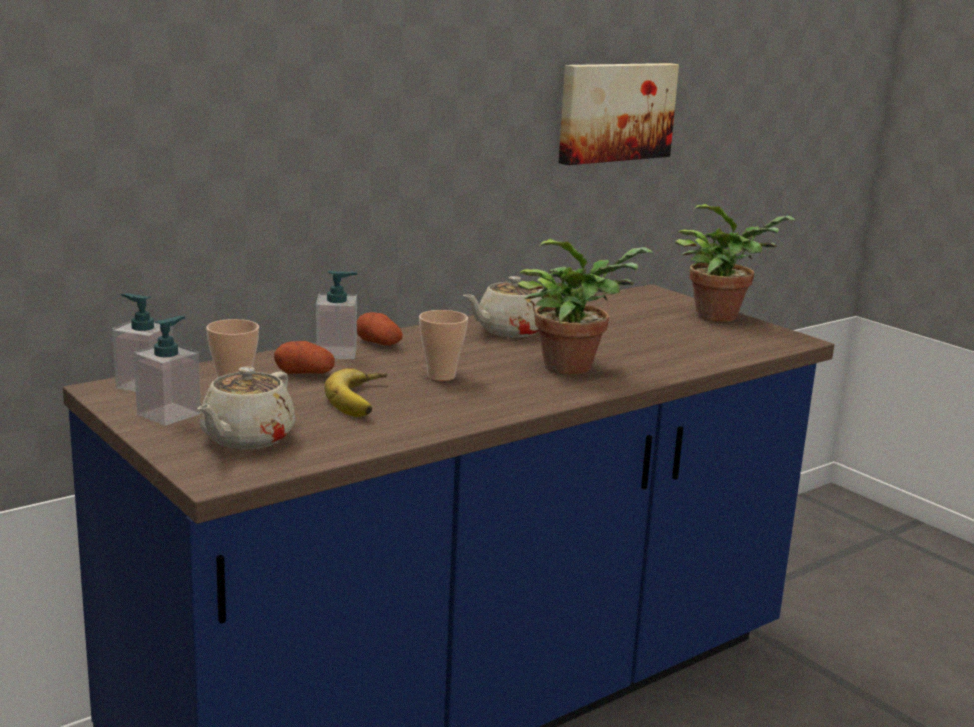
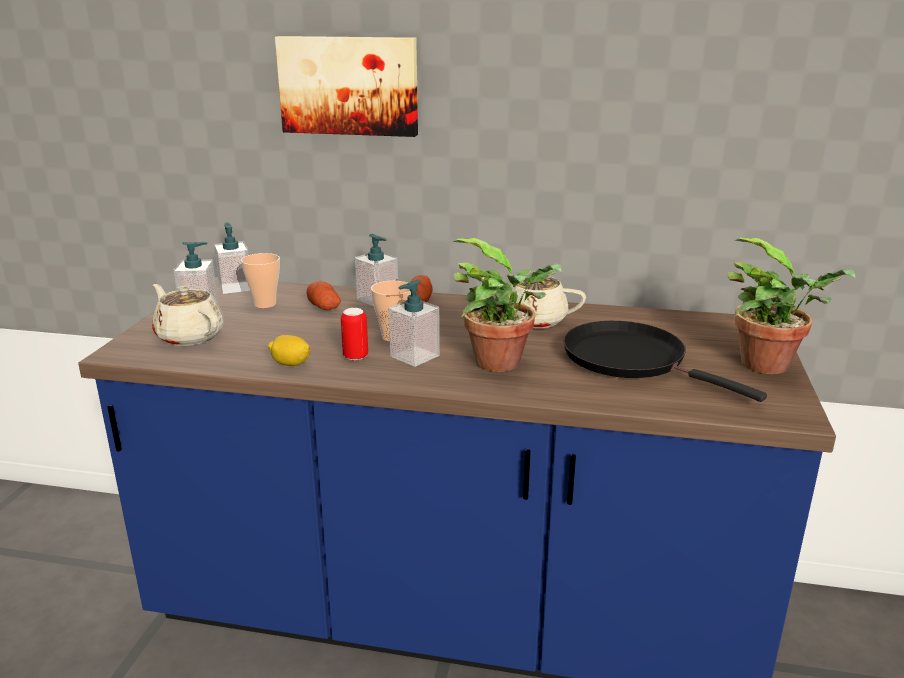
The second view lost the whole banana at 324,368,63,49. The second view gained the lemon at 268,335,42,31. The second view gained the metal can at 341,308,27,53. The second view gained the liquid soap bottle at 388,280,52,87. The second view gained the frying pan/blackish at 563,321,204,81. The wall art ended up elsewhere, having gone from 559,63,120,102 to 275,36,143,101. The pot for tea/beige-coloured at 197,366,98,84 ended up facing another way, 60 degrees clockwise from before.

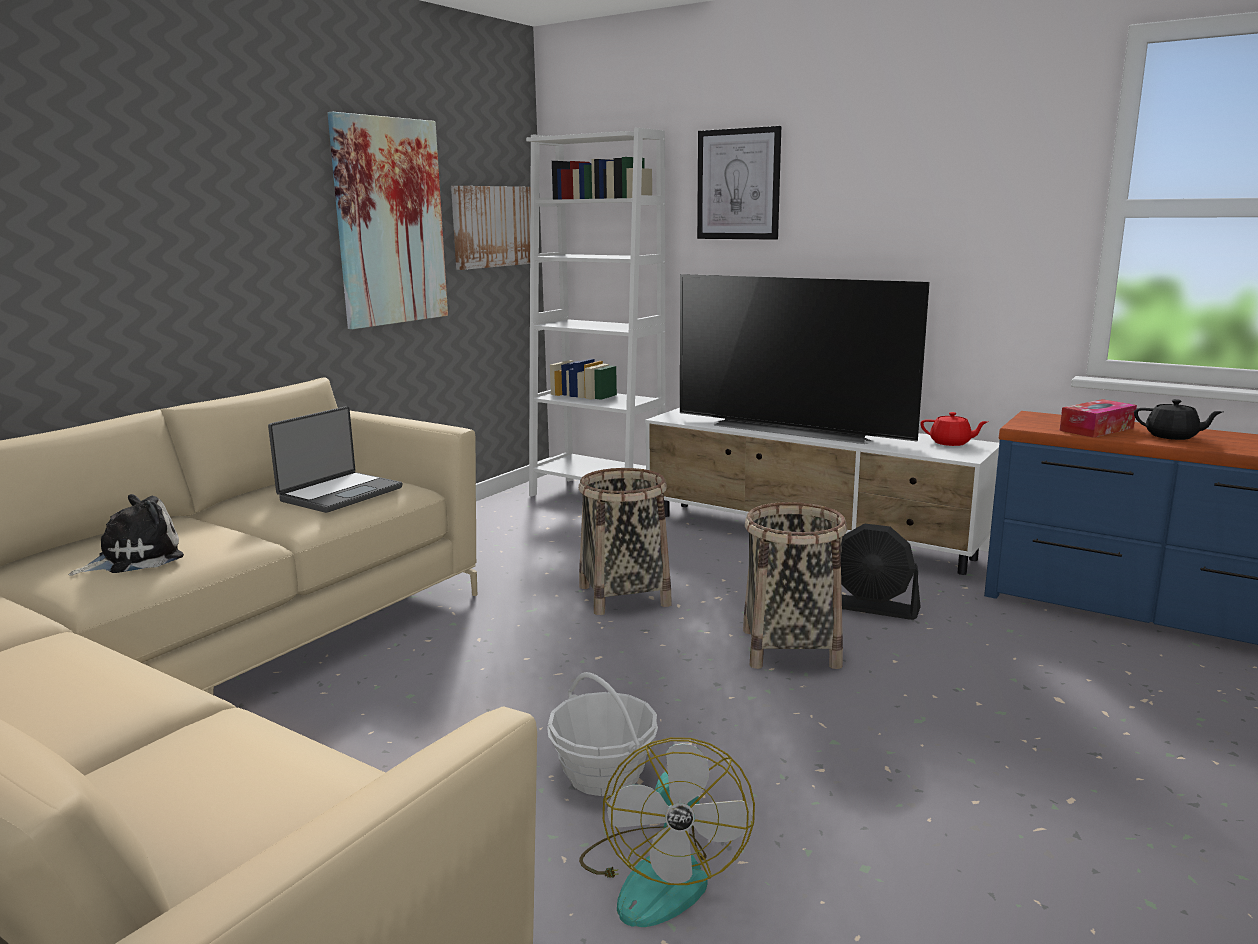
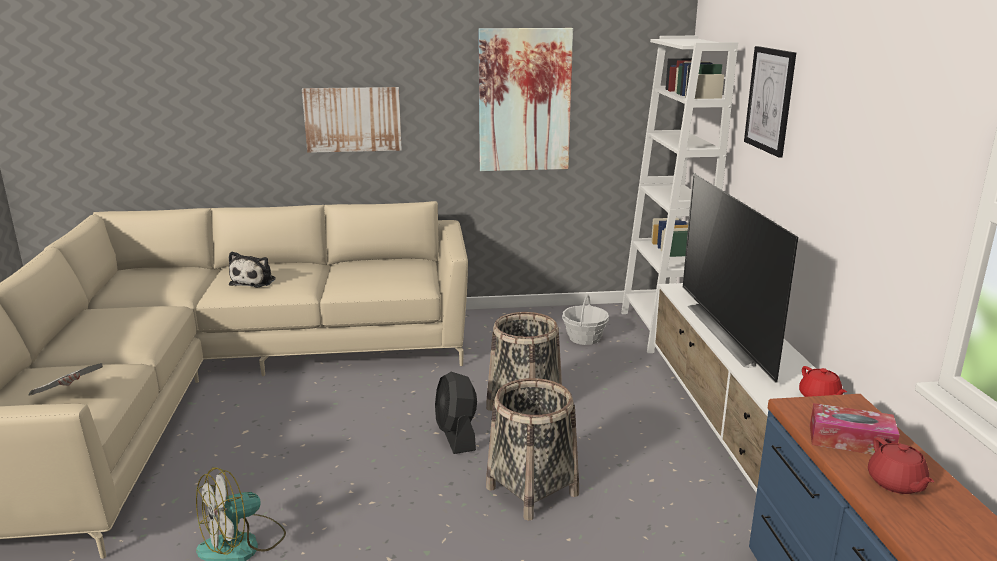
The second view lost the laptop at 268,406,134,107. The second view gained the printed paper at 28,363,75,33. The wall art ended up elsewhere, having gone from 451,186,80,84 to 302,87,100,66. The basket ended up elsewhere, having gone from 547,672,111,124 to 562,294,47,51. The electric fan/blackish ended up elsewhere, having gone from 841,523,80,97 to 435,372,42,82. What was the pot for tea/blackish at 1134,399,89,41 turned into the pot for tea/reddish at 868,437,66,57. The cuddly toy at 68,494,116,82 ended up facing another way, 90 degrees clockwise from before.

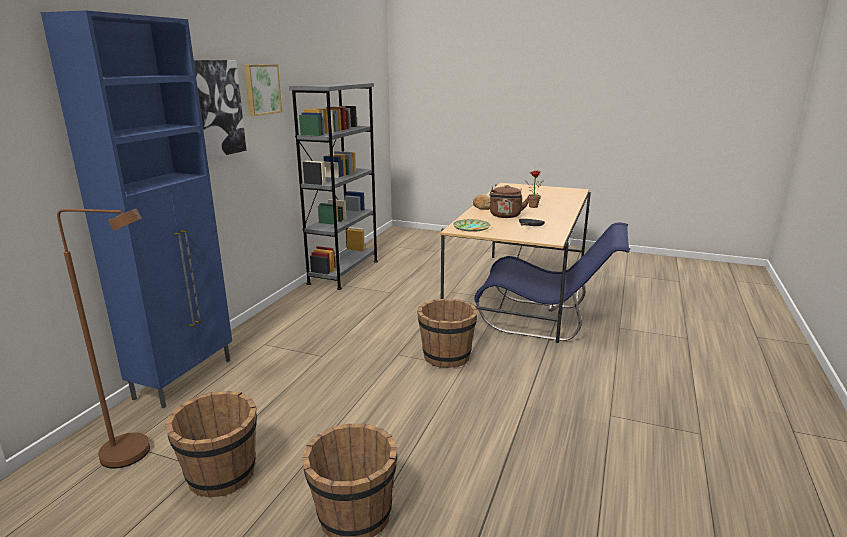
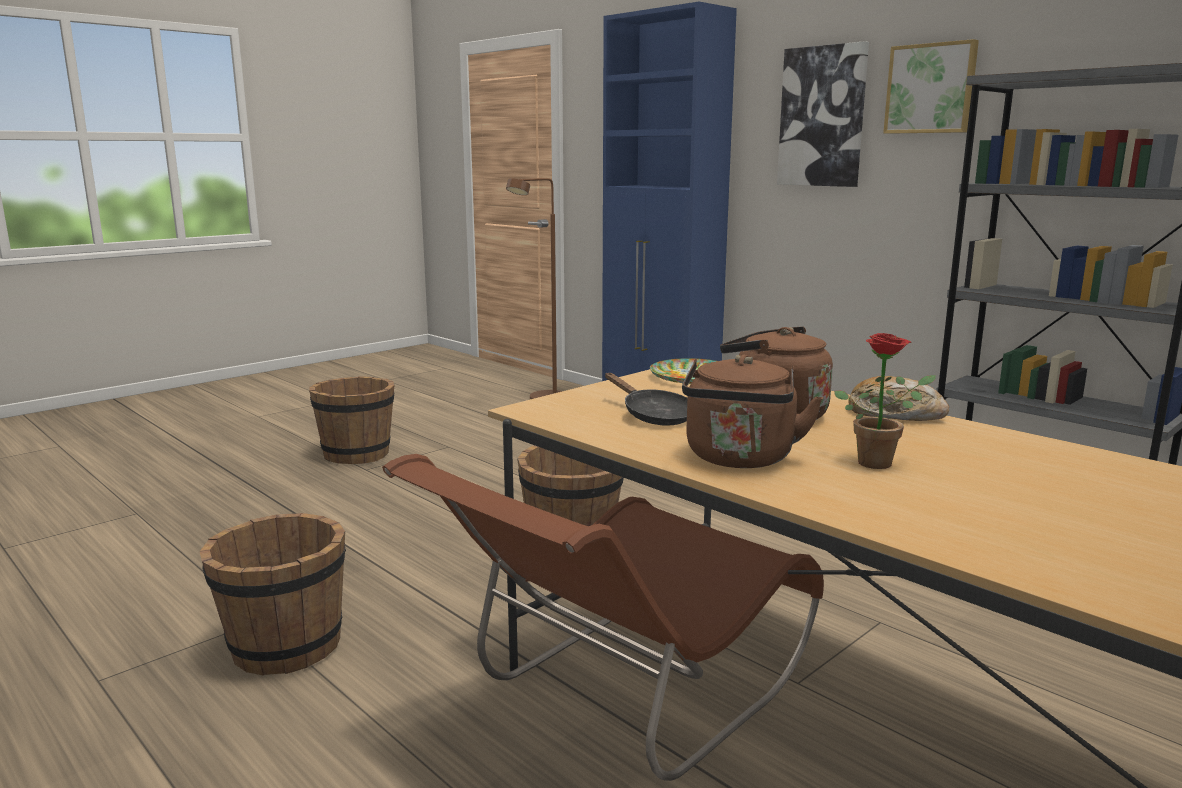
The second view gained the water kettle/brown at 682,355,141,113. The water bucket/brown ended up elsewhere, having gone from 165,391,92,106 to 200,513,146,163. What was the plain chair/bluish at 475,222,155,119 turned into the plain chair/brown at 382,454,442,327.

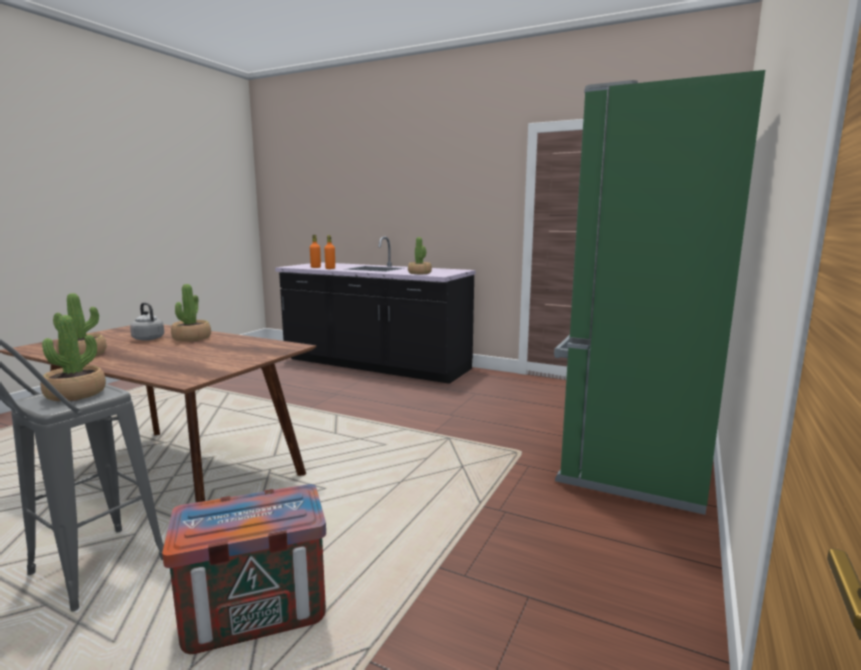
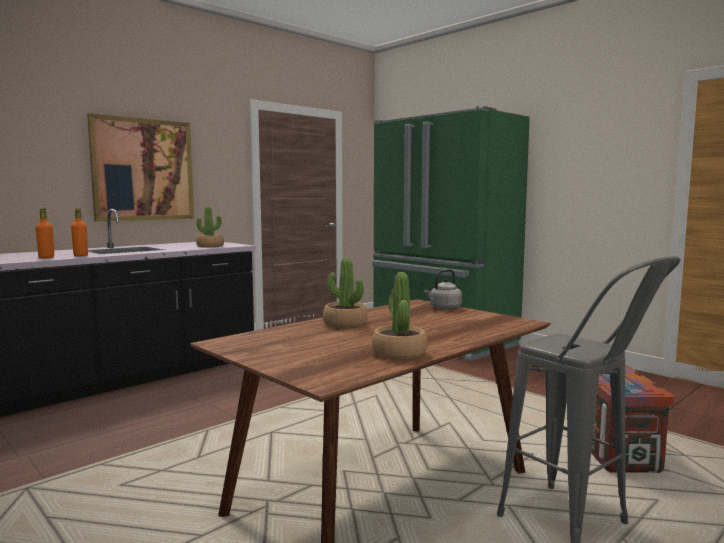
The second view lost the potted plant at 41,315,65,86. The second view gained the wall art at 87,113,107,109. The water kettle/gray ended up elsewhere, having gone from 130,303,34,38 to 424,269,38,41.

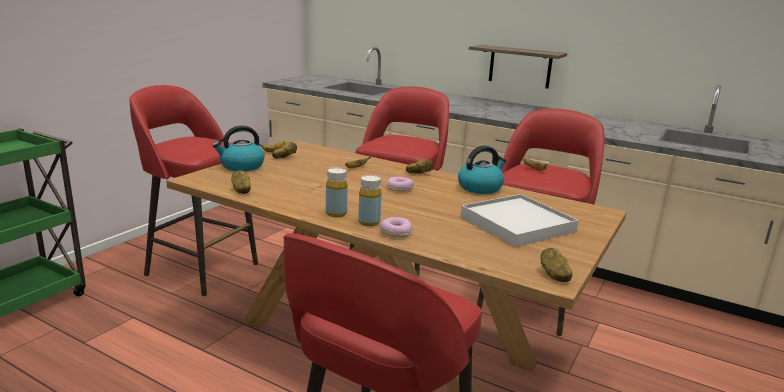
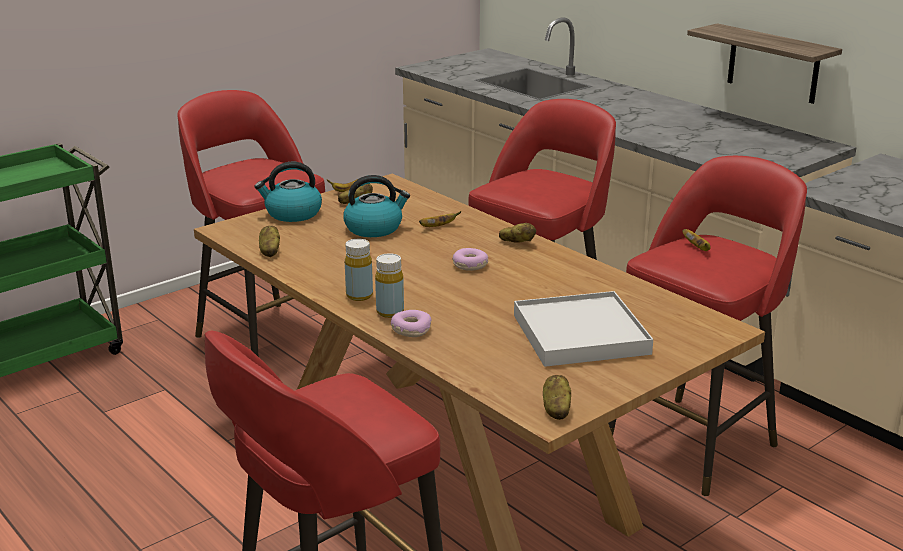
The water kettle ended up elsewhere, having gone from 458,146,48,48 to 343,175,67,62.

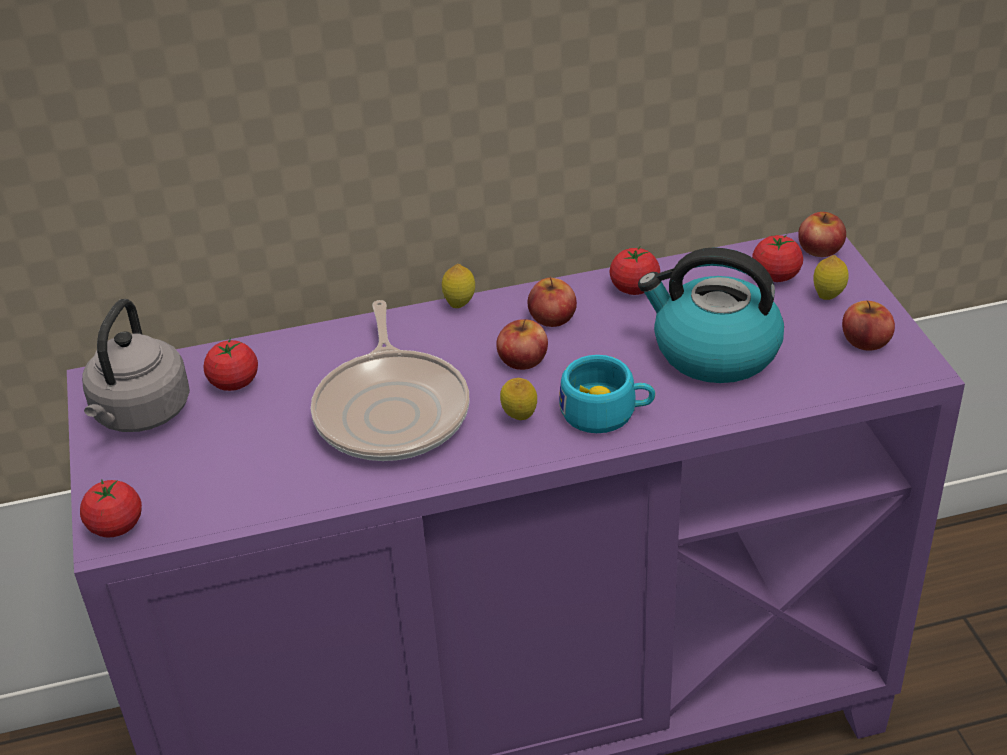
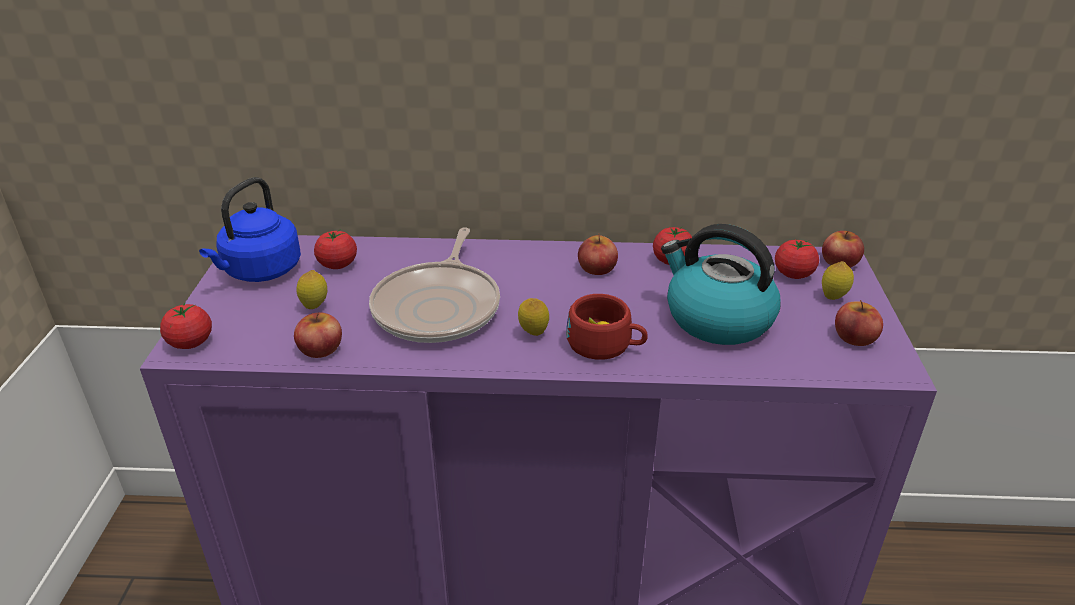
The lemon ended up elsewhere, having gone from 442,264,33,44 to 297,270,30,39. The apple fruit ended up elsewhere, having gone from 496,319,52,51 to 294,312,48,46. What was the water kettle/gray at 82,299,108,133 turned into the water kettle/bluish at 199,177,102,105. What was the drinking cup/turquoise-coloured at 559,355,96,78 turned into the drinking cup/reddish at 566,294,82,66.

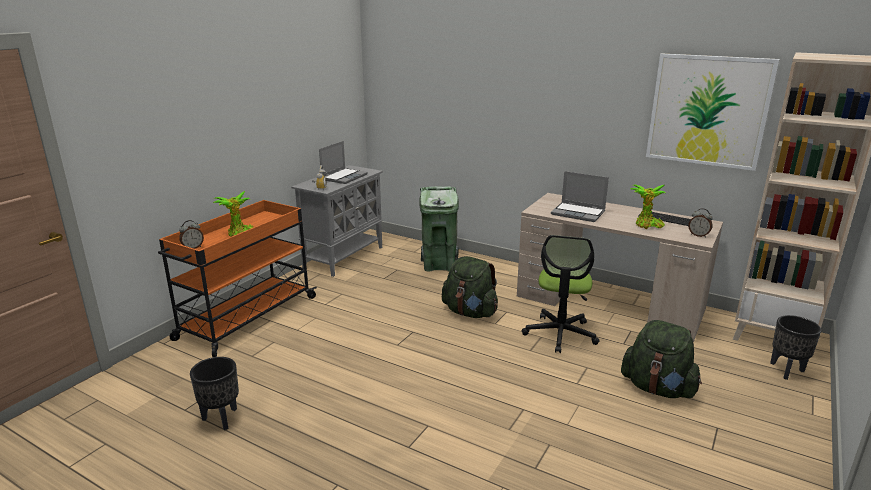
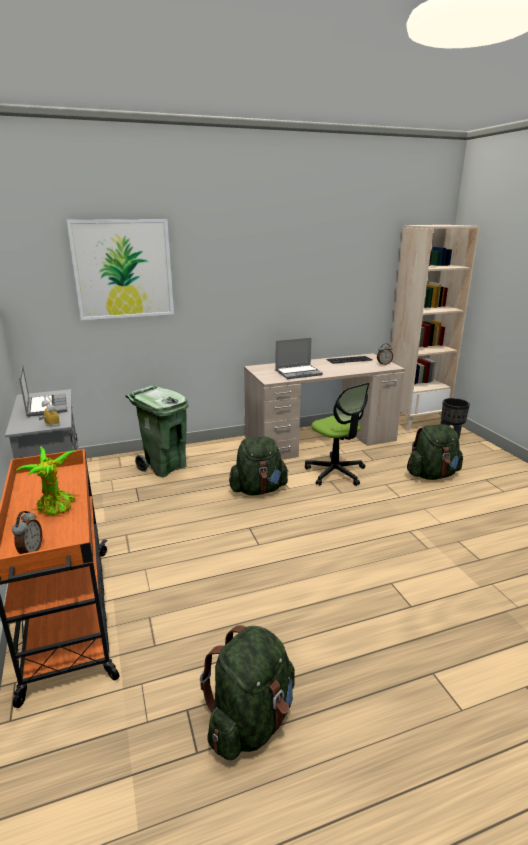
The second view lost the potted plant at 631,185,35,44. The wall art ended up elsewhere, having gone from 646,53,134,118 to 67,219,107,101. Where the planter/blackish stood at 190,357,49,73, the backpack/greenish came to stand at 200,625,95,135.

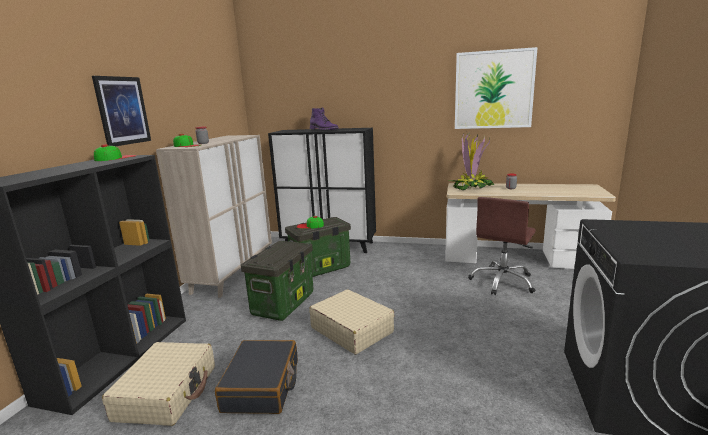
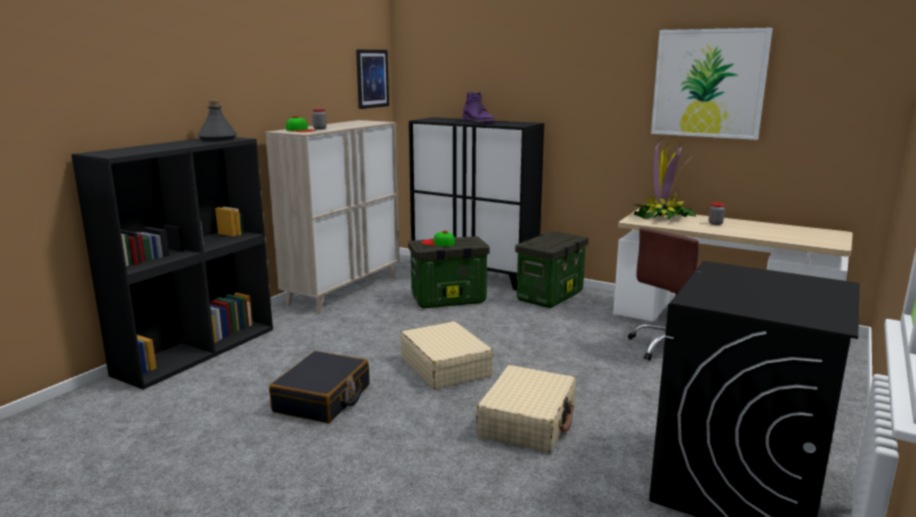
The wall art ended up elsewhere, having gone from 92,76,59,70 to 356,50,33,59. The travel case/beige-coloured ended up elsewhere, having gone from 102,342,113,84 to 476,365,100,88. The storage box ended up elsewhere, having gone from 241,241,72,80 to 515,231,74,77. Where the cap stood at 94,144,43,17, the drink bottle/gray came to stand at 197,100,40,41.

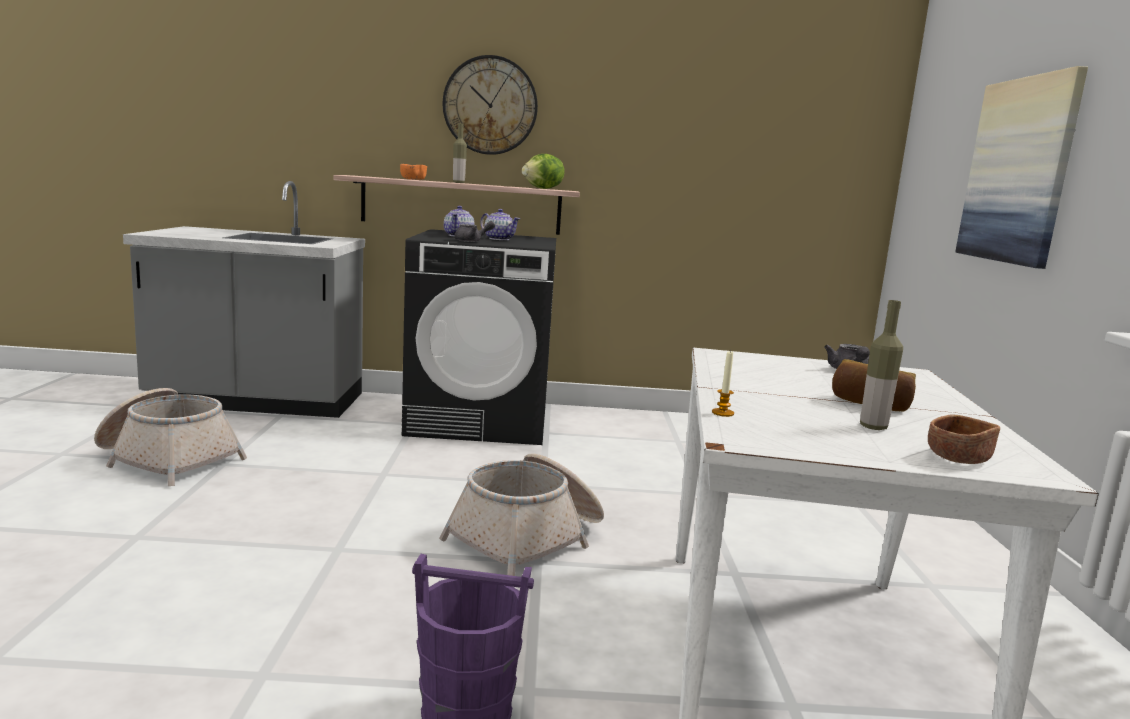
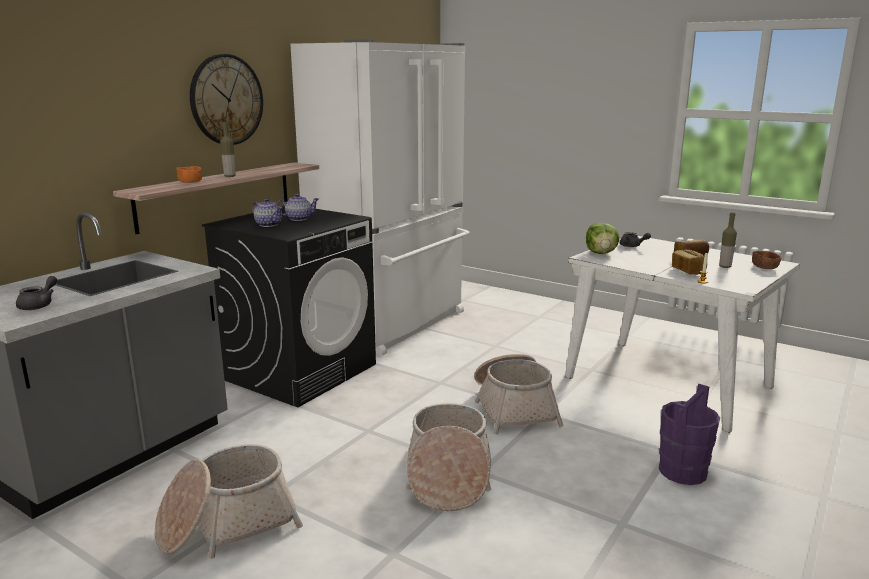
The second view lost the wall art at 955,66,133,203. The second view gained the fridge/white-coloured at 290,39,180,317. The second view gained the basket at 406,403,85,108. The second view gained the bakery bread at 672,250,35,25. The pot for tea/gray ended up elsewhere, having gone from 454,221,41,21 to 16,276,41,34. The lettuce head ended up elsewhere, having gone from 522,154,43,35 to 586,223,34,31.

